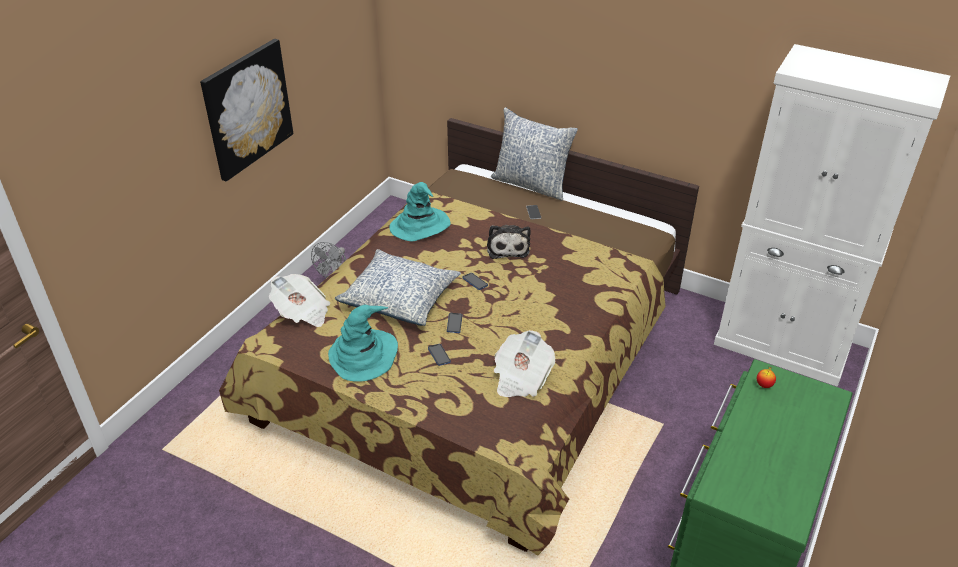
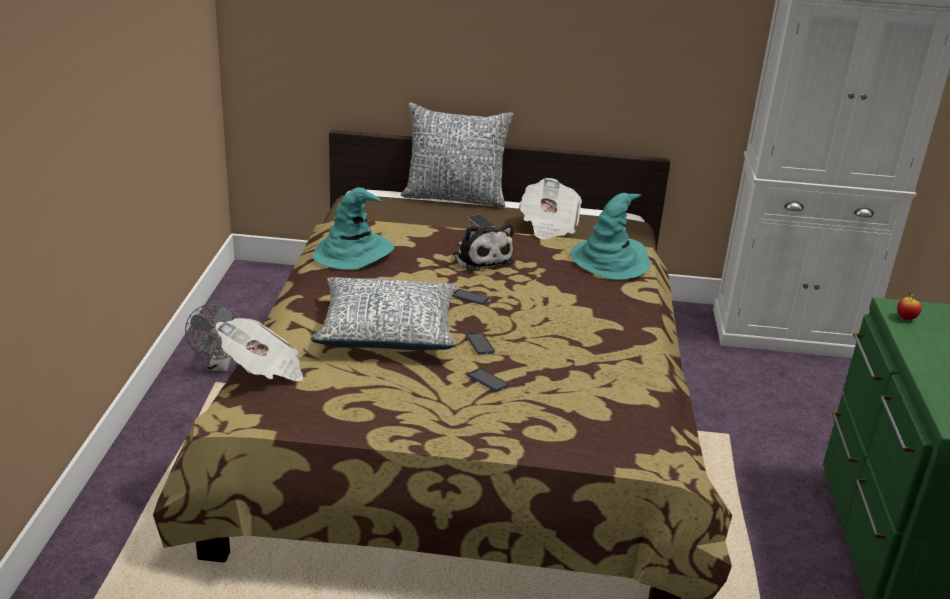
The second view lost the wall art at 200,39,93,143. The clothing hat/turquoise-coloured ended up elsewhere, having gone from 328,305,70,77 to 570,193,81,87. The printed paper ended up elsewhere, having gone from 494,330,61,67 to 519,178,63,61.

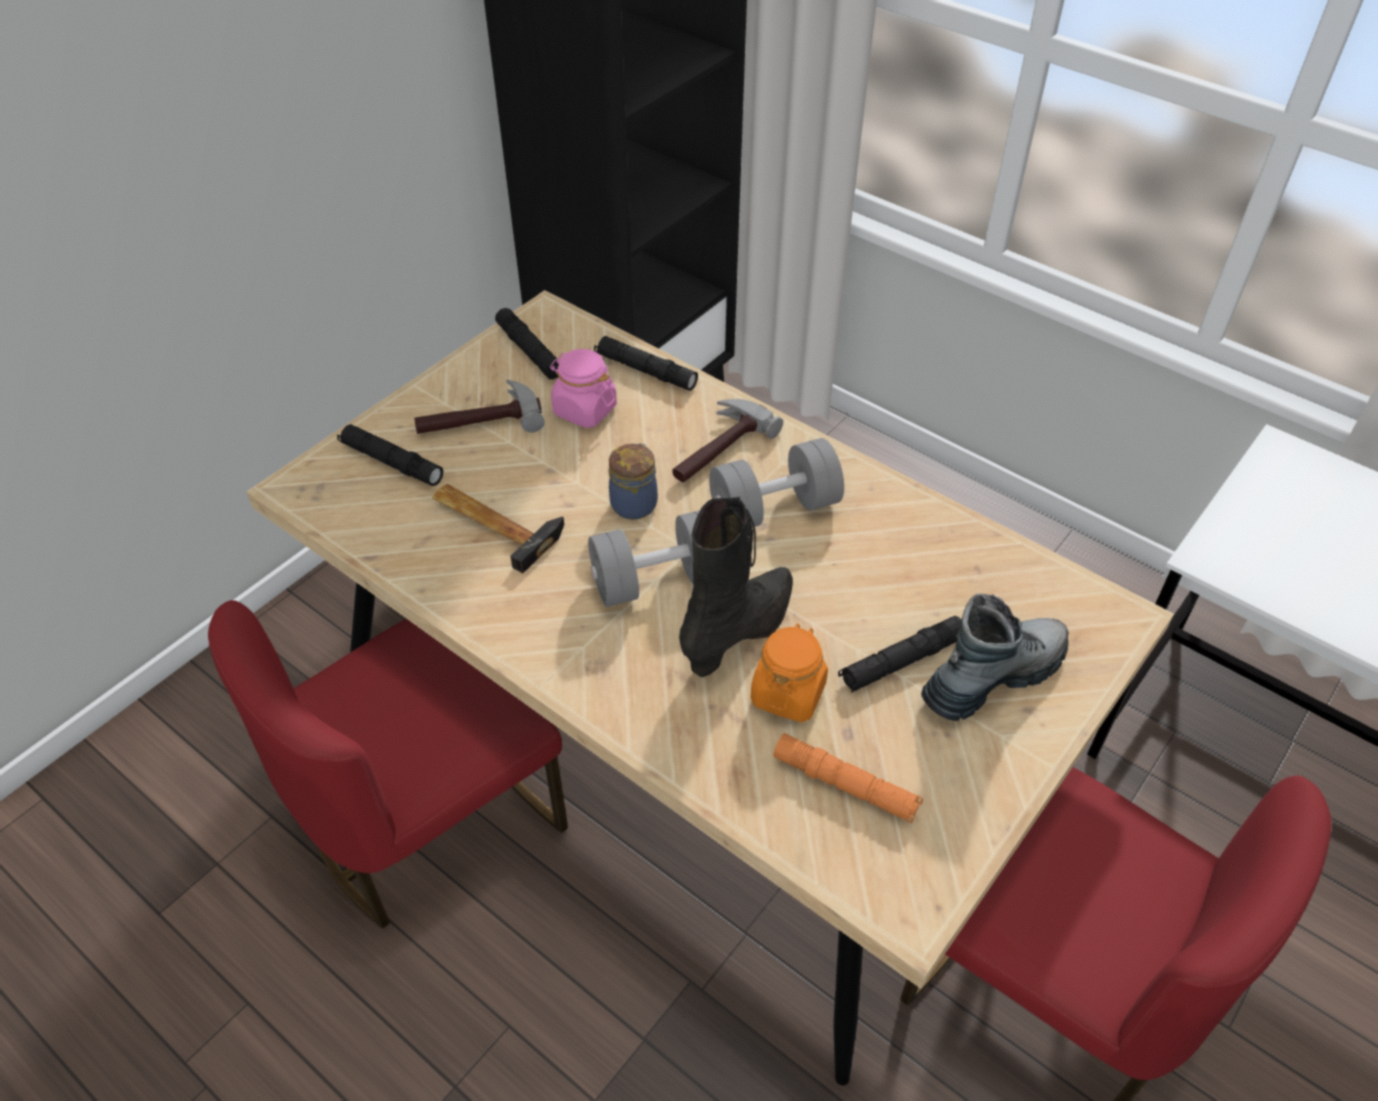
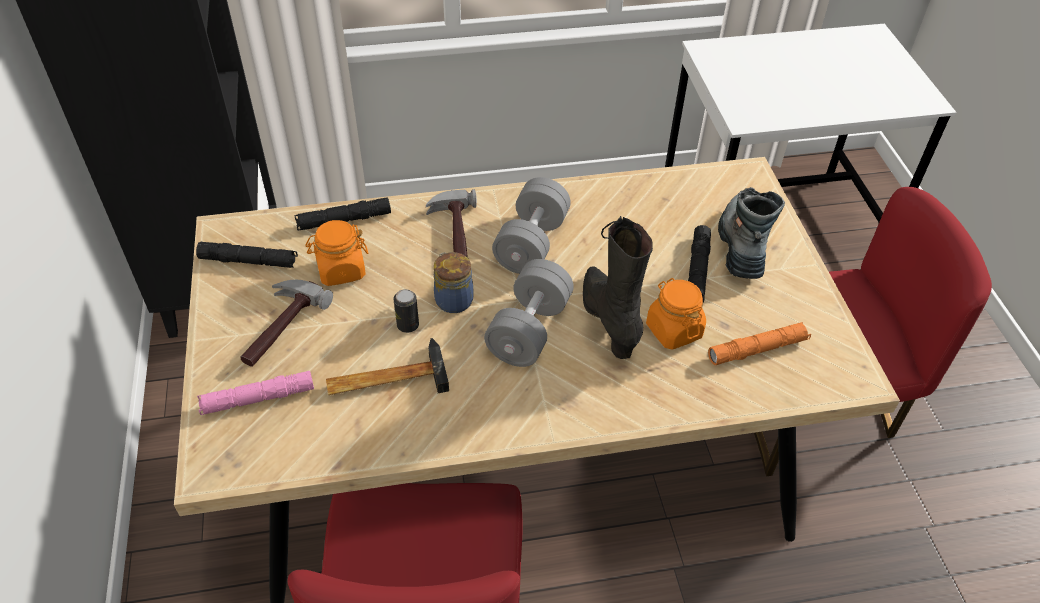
The second view gained the metal can at 393,289,26,44. What was the flashlight/blackish at 337,424,106,62 turned into the flashlight/pinkish at 197,371,117,44. What was the preserve jar/pinkish at 550,349,67,79 turned into the preserve jar/orange-coloured at 305,220,63,66.

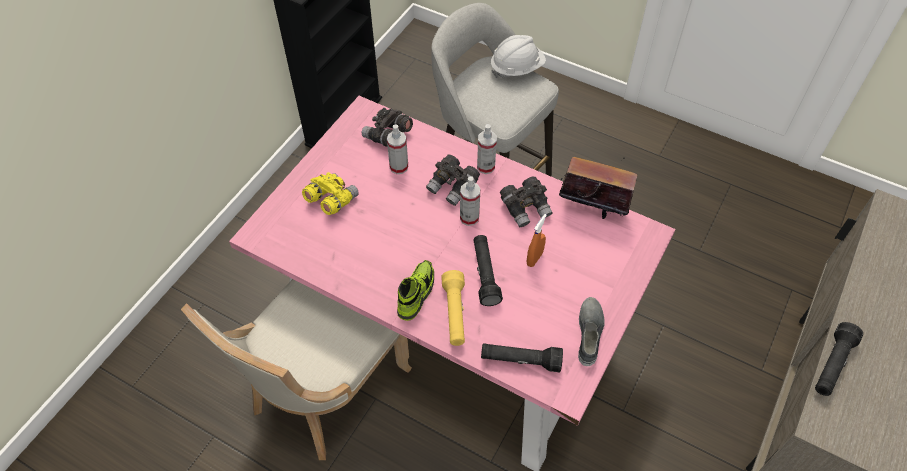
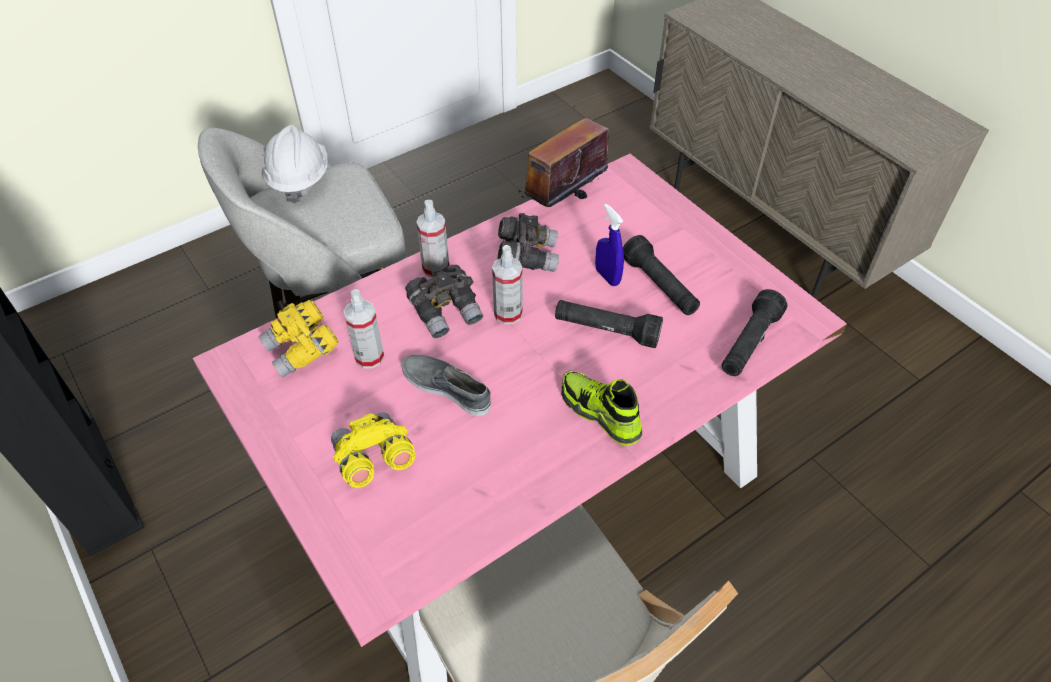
The second view lost the flashlight/yellow-coloured at 441,270,24,76. The low shoe/gray ended up elsewhere, having gone from 578,297,27,69 to 402,355,88,61. The flashlight/blackish ended up elsewhere, having gone from 815,322,48,74 to 623,235,77,80. What was the pair of binoculars/gray at 362,108,51,39 turned into the pair of binoculars/yellow-coloured at 258,300,80,78. What was the spray bottle/orange-coloured at 526,214,21,53 turned into the spray bottle/bluish at 595,204,29,82.

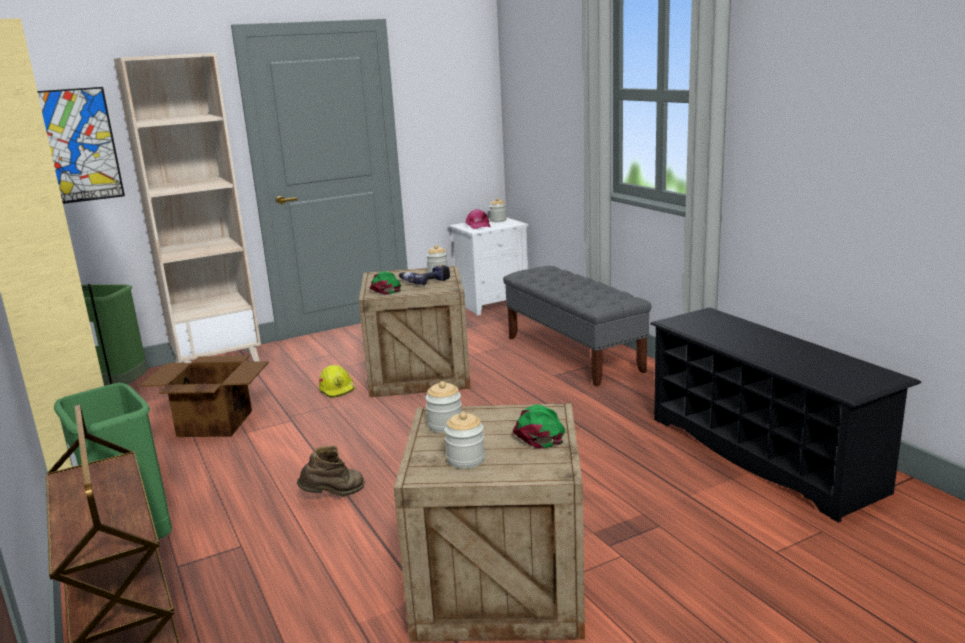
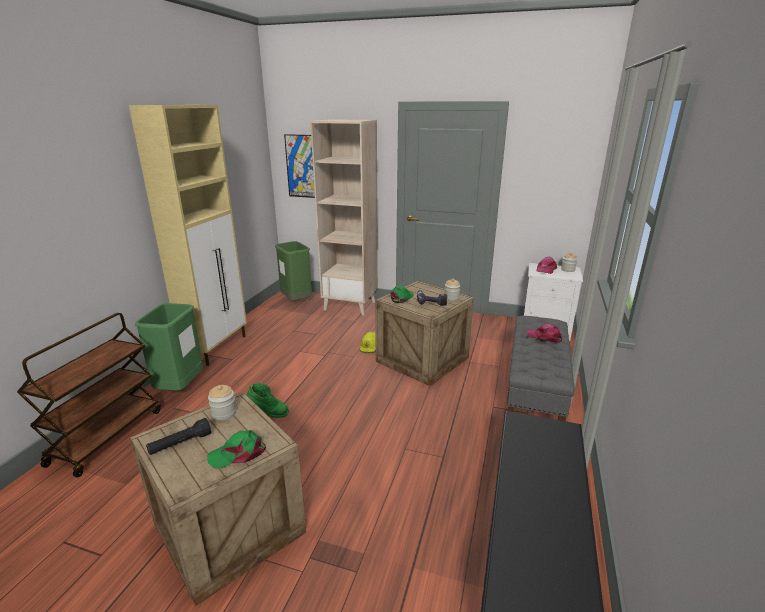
The second view lost the carton at 140,355,129,82. The second view gained the cap/pinkish at 527,324,35,19. Where the preserve jar stood at 445,412,40,56, the flashlight/blackish came to stand at 146,418,65,37. What was the boot/brown at 297,445,68,51 turned into the boot/greenish at 247,382,42,36. The cap/greenish at 513,404,52,44 ended up facing another way, 150 degrees counterclockwise from before.

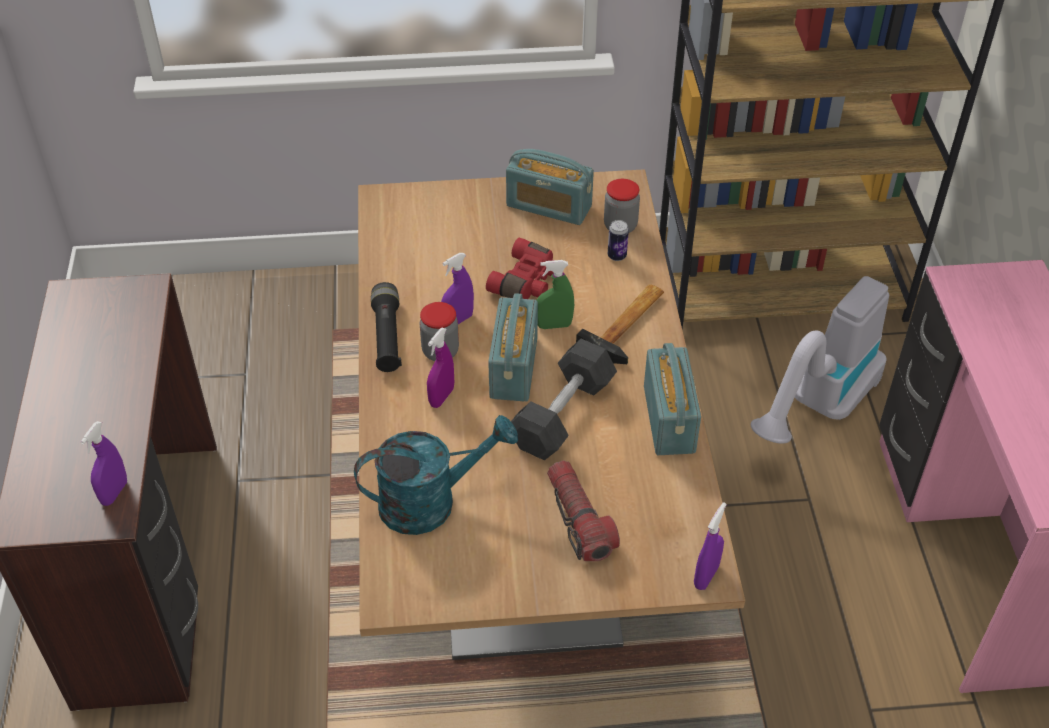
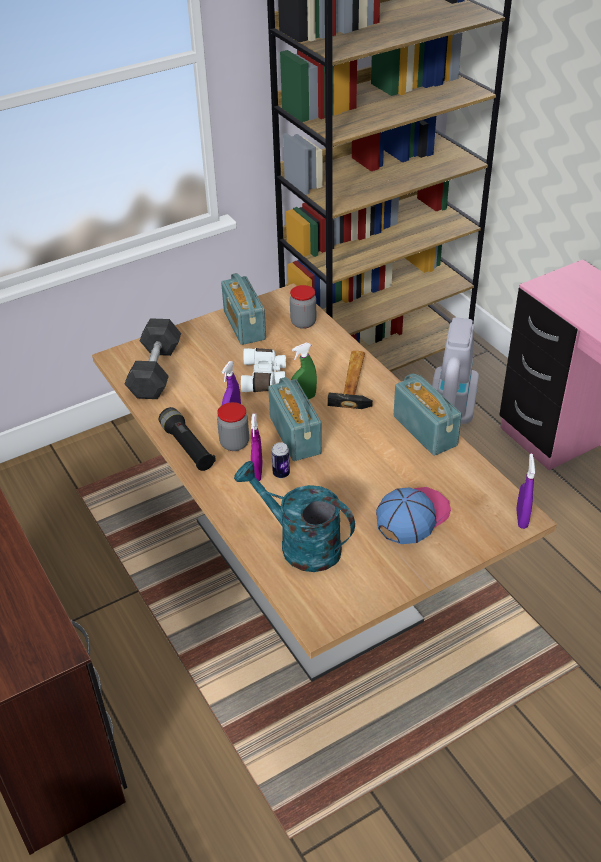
The second view lost the spray bottle/purple at 81,421,46,85. The hand weight/gray ended up elsewhere, having gone from 511,339,106,121 to 125,318,56,81. The metal can ended up elsewhere, having gone from 608,220,21,41 to 271,442,19,36. Where the flashlight stood at 547,461,73,100, the cap came to stand at 376,487,75,57. What was the pair of binoculars/reddish at 486,238,68,61 turned into the pair of binoculars/white-coloured at 241,348,45,44. The watering pot/turquoise-coloured at 354,415,164,120 ended up facing another way, 105 degrees counterclockwise from before. The radio at 506,149,88,76 ended up facing another way, 75 degrees clockwise from before.

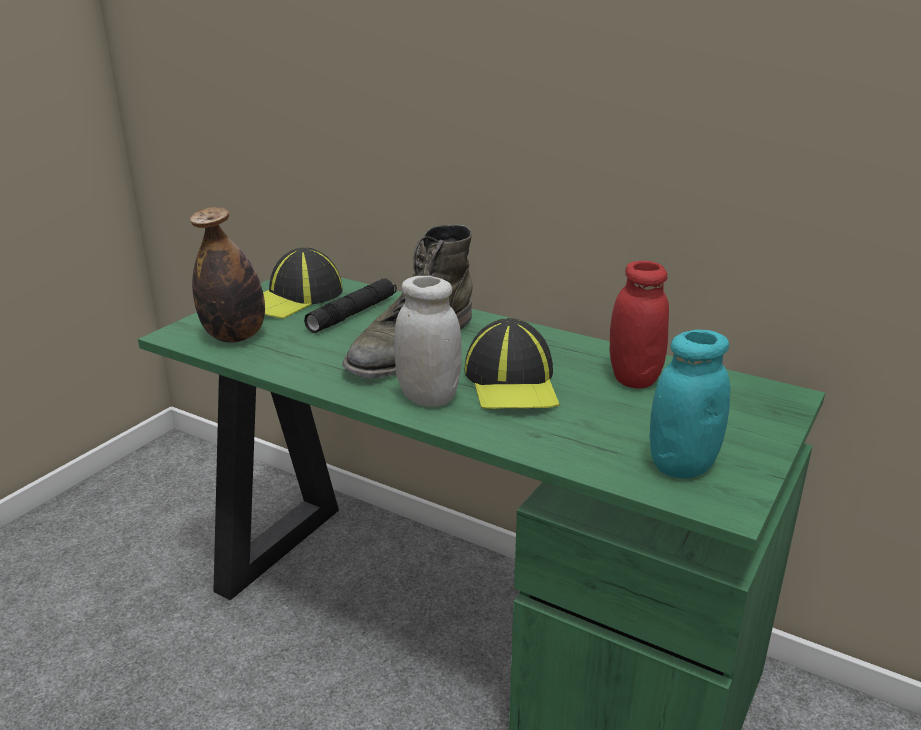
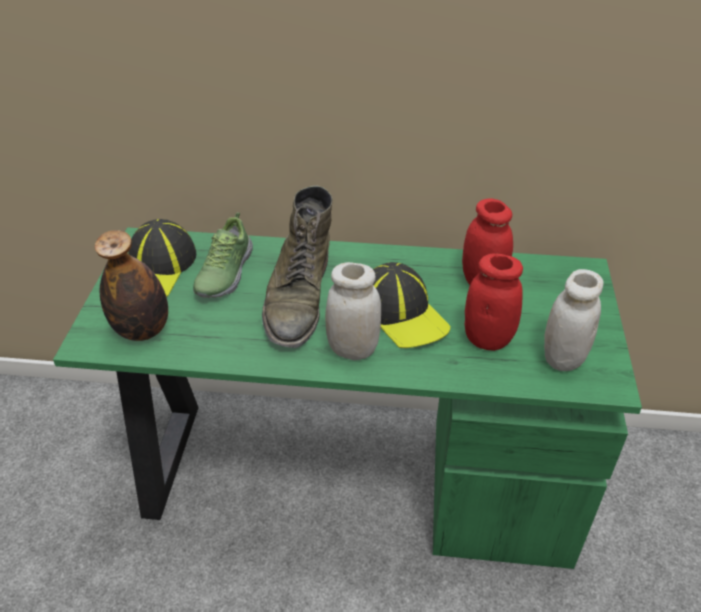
The second view gained the preserve jar/reddish at 465,254,58,97. Where the flashlight/blackish stood at 304,279,93,54, the low shoe came to stand at 193,212,60,86. What was the preserve jar/turquoise-coloured at 650,330,81,148 turned into the preserve jar/white-coloured at 544,269,60,102.

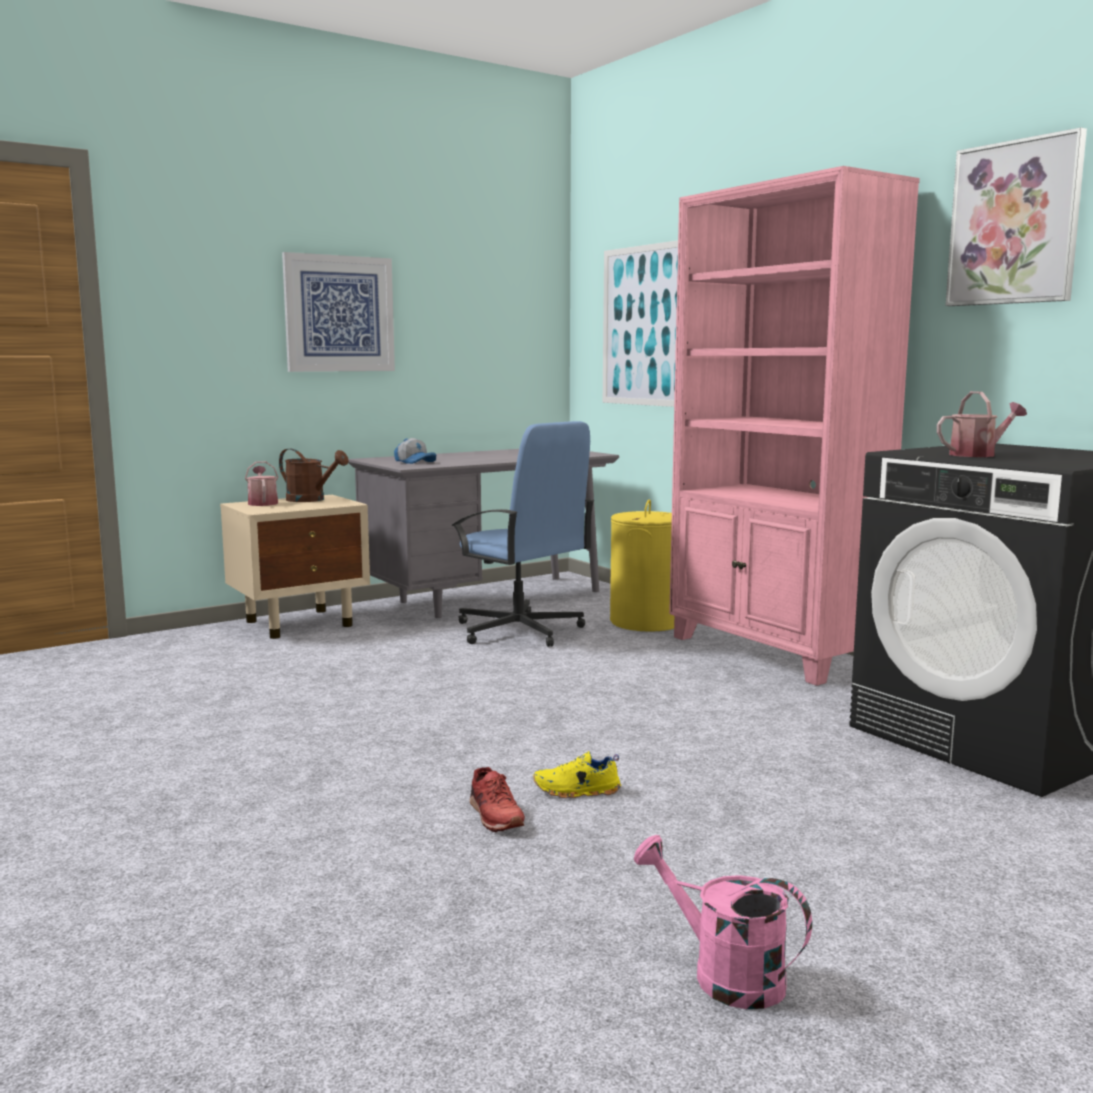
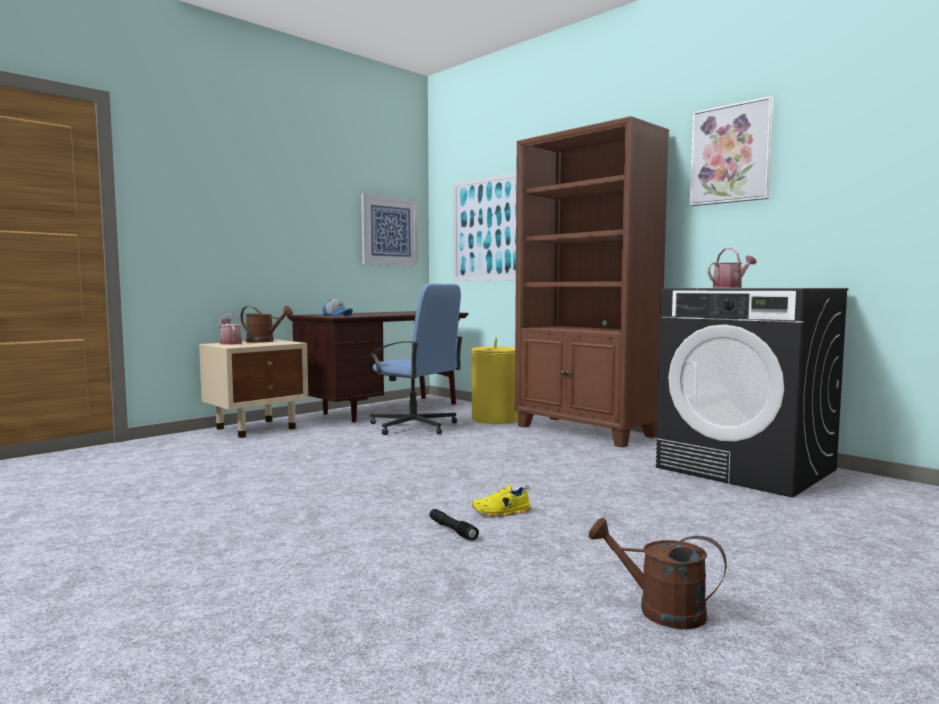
The wall art ended up elsewhere, having gone from 282,252,113,120 to 361,193,57,73. Where the low shoe/reddish stood at 470,767,55,65, the flashlight/blackish came to stand at 429,509,50,32. What was the desk/gray at 348,449,271,169 turned into the desk/brown at 287,311,182,111. What was the watering pot/pinkish at 634,835,178,174 turned into the watering pot/brown at 588,518,139,111. What was the bookshelf/pinkish at 669,166,251,520 turned into the bookshelf/brown at 515,116,154,332.

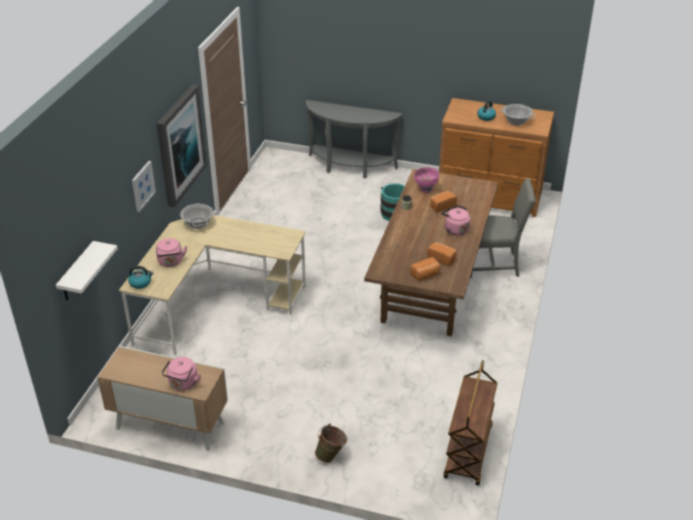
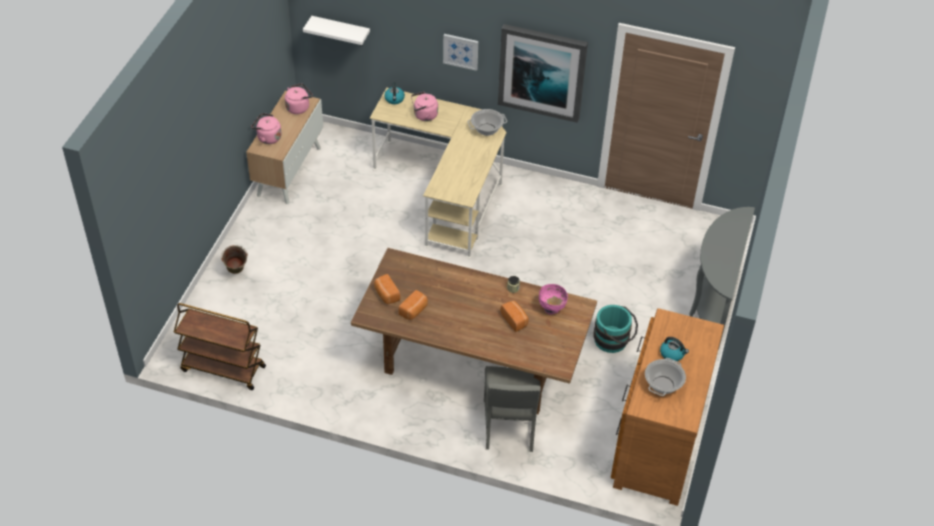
The water kettle/pinkish ended up elsewhere, having gone from 441,205,29,31 to 285,84,28,30.

